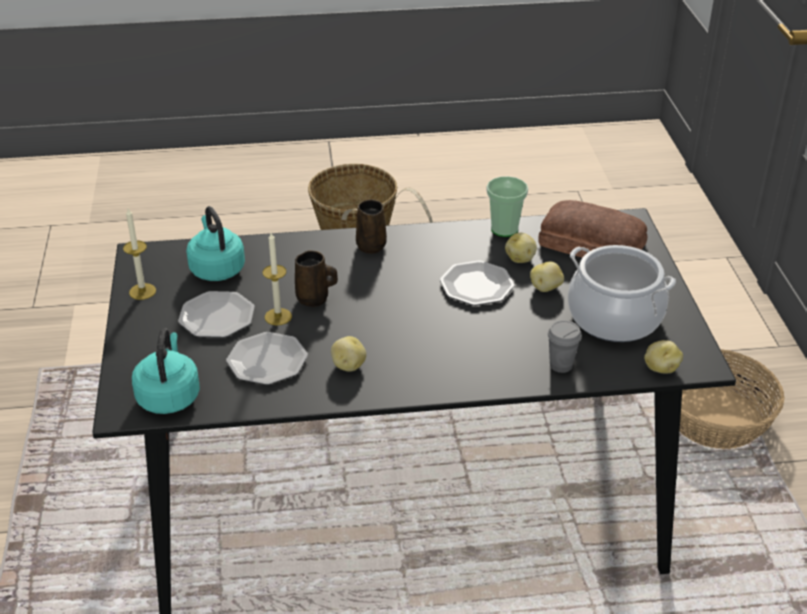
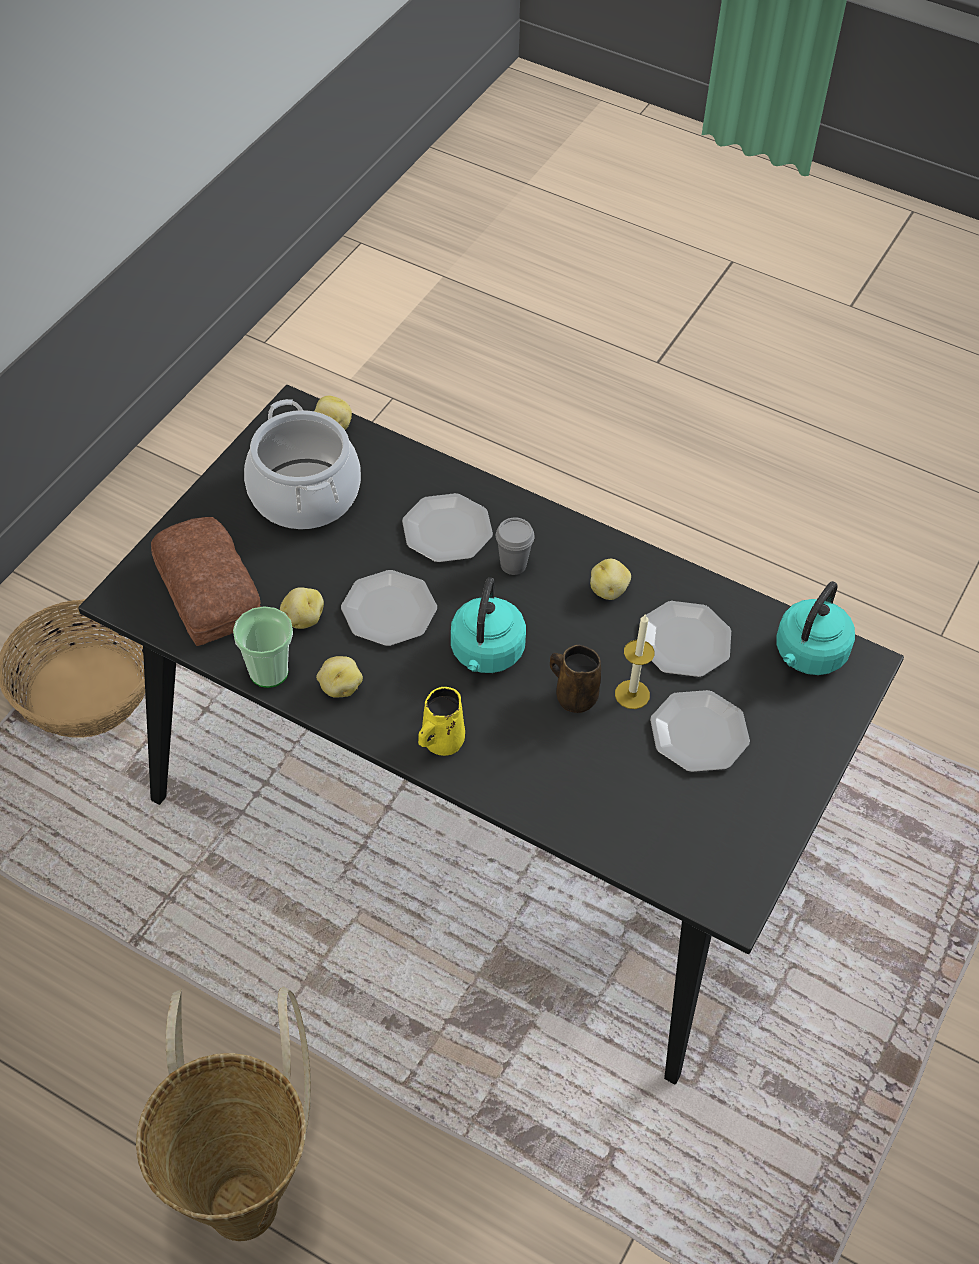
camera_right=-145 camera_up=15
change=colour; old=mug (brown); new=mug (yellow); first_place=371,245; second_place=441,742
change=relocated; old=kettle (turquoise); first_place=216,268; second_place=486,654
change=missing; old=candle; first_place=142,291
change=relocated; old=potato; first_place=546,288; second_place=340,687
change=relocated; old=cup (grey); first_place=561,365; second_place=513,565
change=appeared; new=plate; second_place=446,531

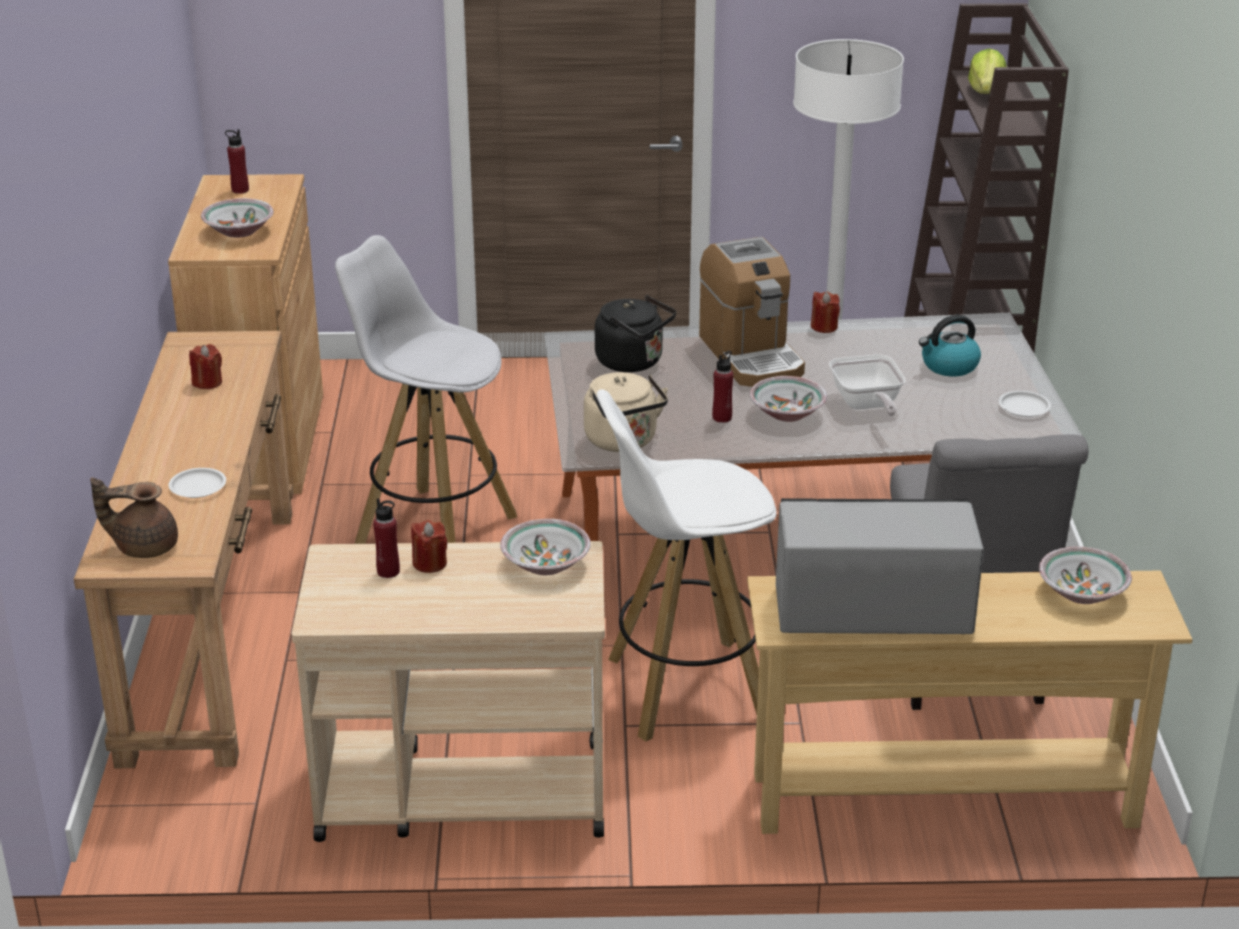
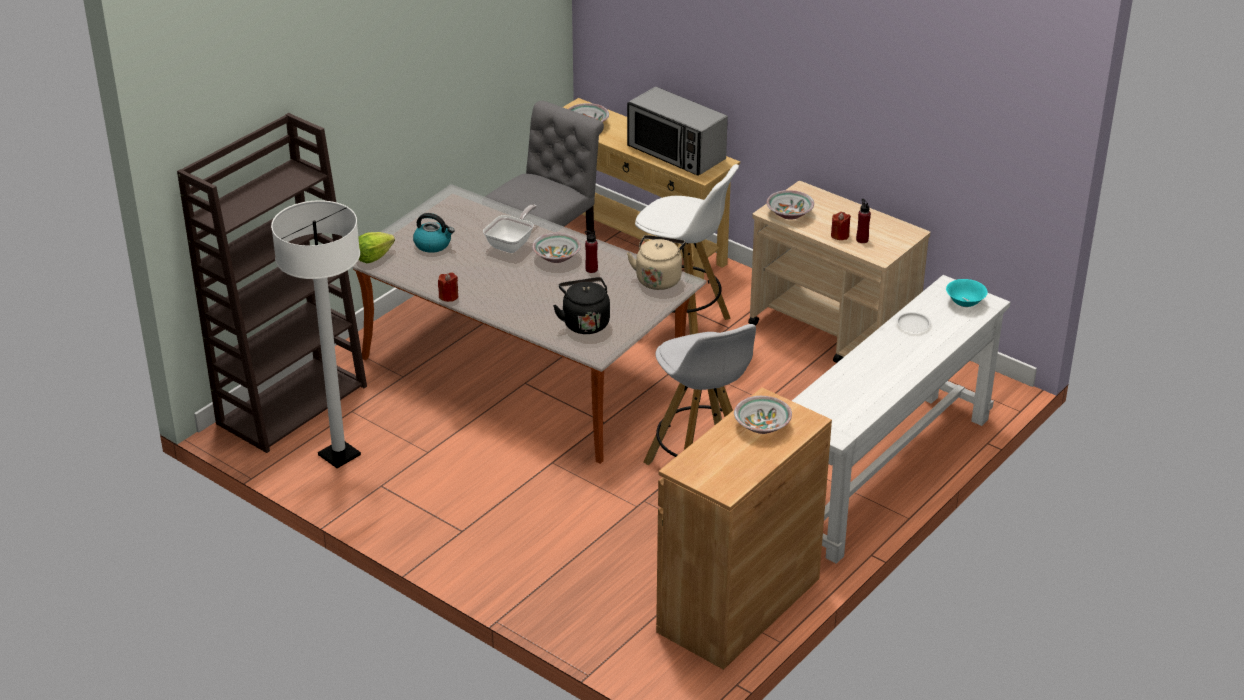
camera_right=-140 camera_up=5
change=relocated; old=lettuce; first_place=985,92; second_place=373,257
change=missing; old=bottle (red); first_place=240,190
change=missing; old=coffee machine; first_place=751,355
change=colour; old=console table (brown); new=console table (white); first_place=212,629; second_place=884,473
change=missing; old=candle (red); first_place=207,382
change=missing; old=plate (white); first_place=1024,407
change=exchanged; old=teapot (brown); new=bowl (turquoise); first_place=144,546; second_place=965,303

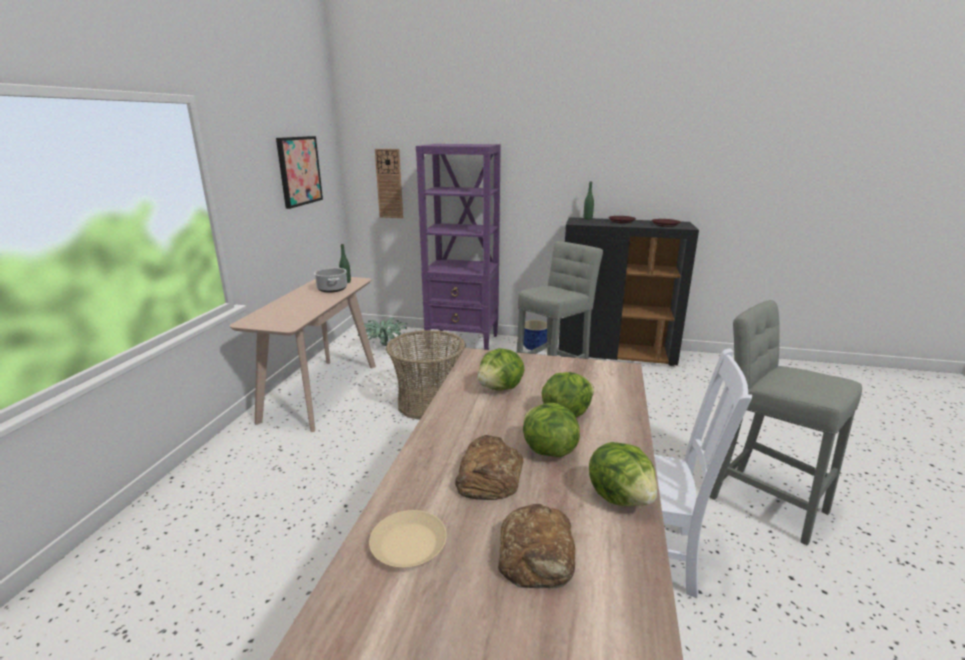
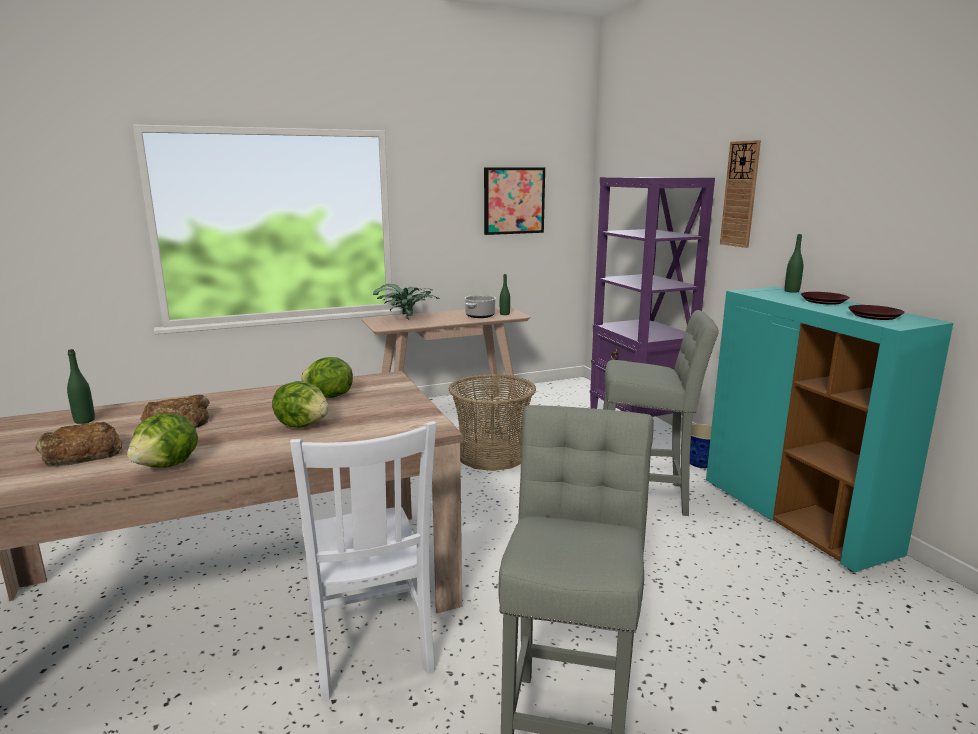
camera_right=55 camera_up=-5
change=relocated; old=wall clock; first_place=389,184; second_place=740,194
change=colour; old=cabinet (black); new=cabinet (turquoise); first_place=616,354; second_place=796,518
change=relocated; old=potted plant; first_place=383,346; second_place=407,319
change=missing; old=lettuce; first_place=547,450
change=exchanged; old=plate (beige); new=bottle (green); first_place=408,545; second_place=84,420

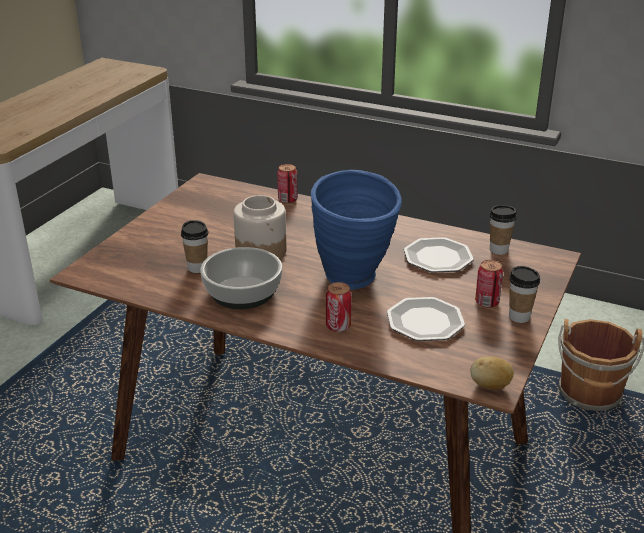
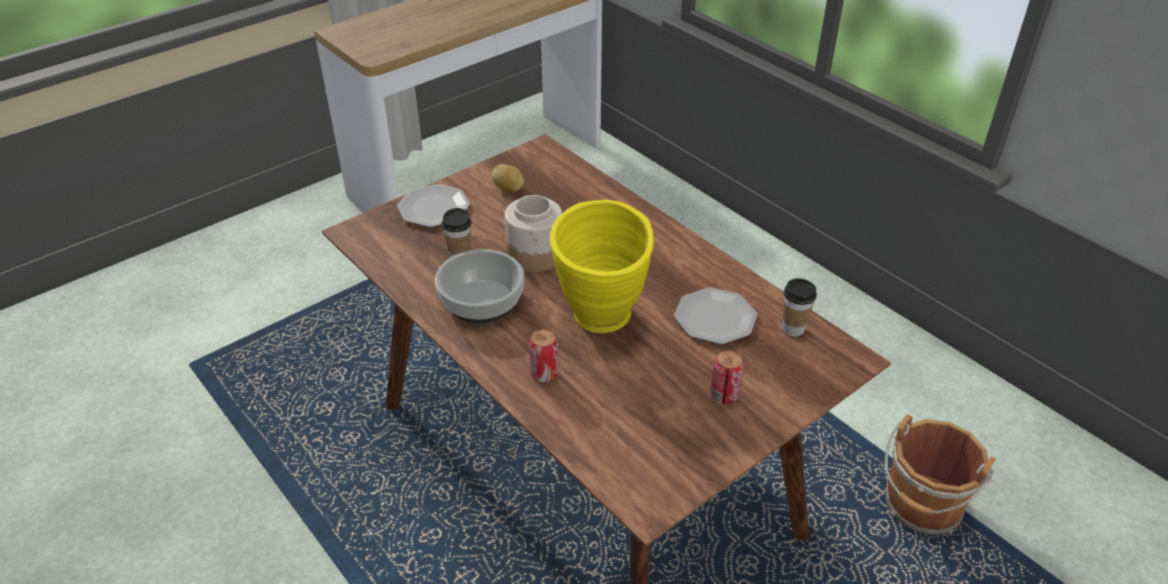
camera_right=25 camera_up=10
change=missing; old=can; first_place=287,200
change=colour; old=vase (blue); new=vase (yellow); first_place=355,282; second_place=601,324
change=missing; old=cup; first_place=519,317
change=relocated; old=plate; first_place=425,321; second_place=434,208
change=relocated; old=potato; first_place=490,386; second_place=509,189

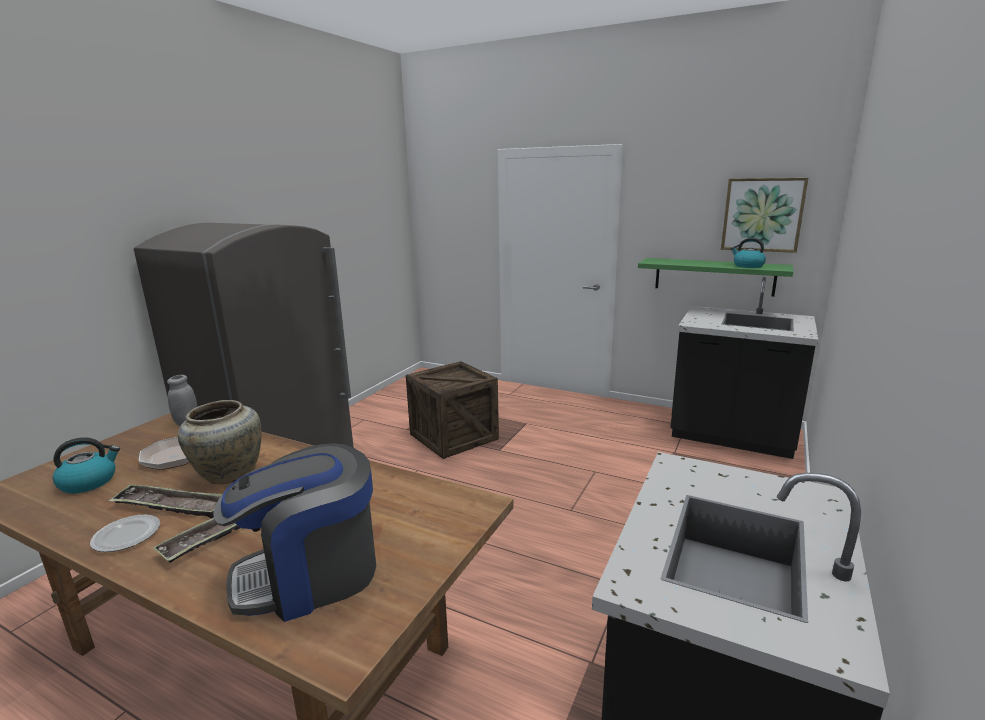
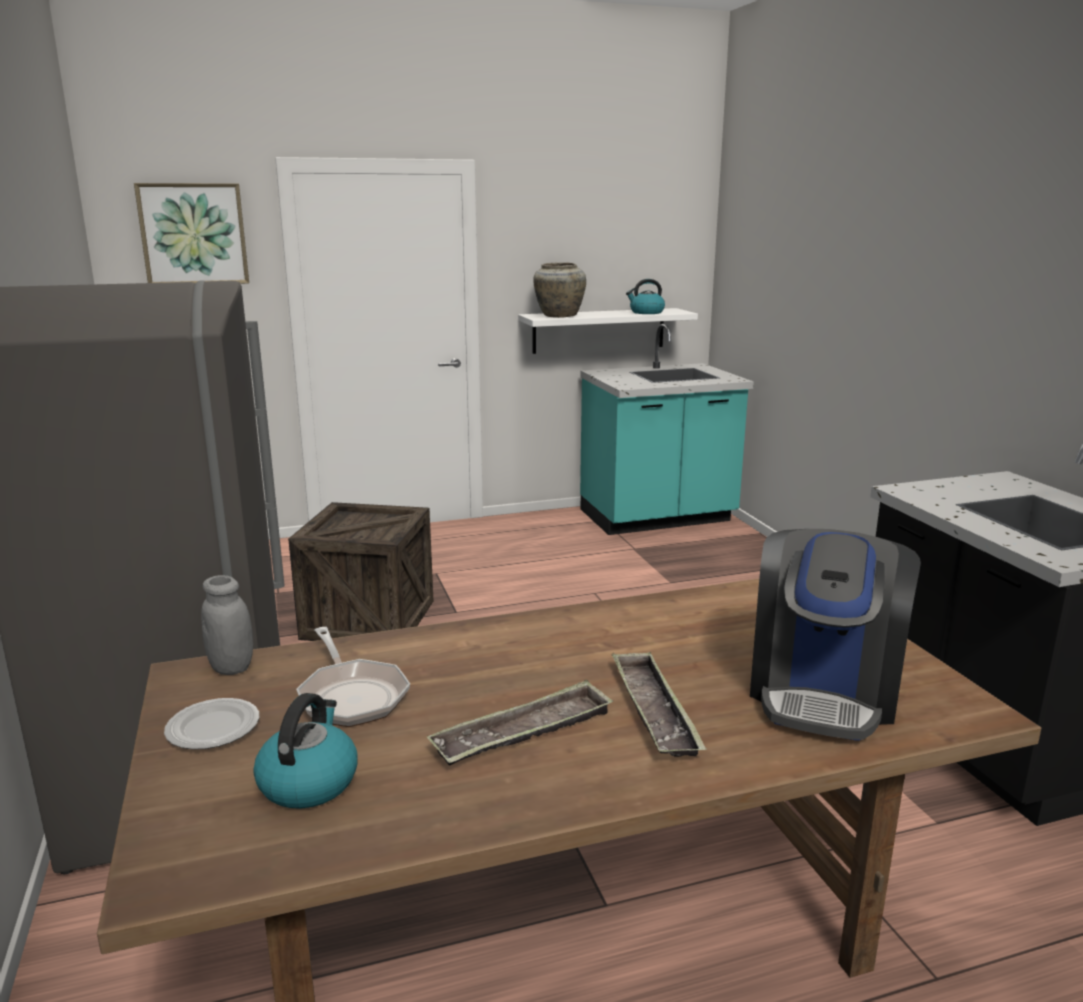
camera_right=-45 camera_up=0
change=relocated; old=picture; first_place=762,214; second_place=193,234
change=colour; old=shelf (green); new=shelf (white); first_place=714,276; second_place=599,330
change=colour; old=counter (black); new=counter (turquoise); first_place=732,436; second_place=657,518
change=relocated; old=vase (beige); first_place=228,473; second_place=558,316
change=relocated; old=plate; first_place=127,536; second_place=213,727

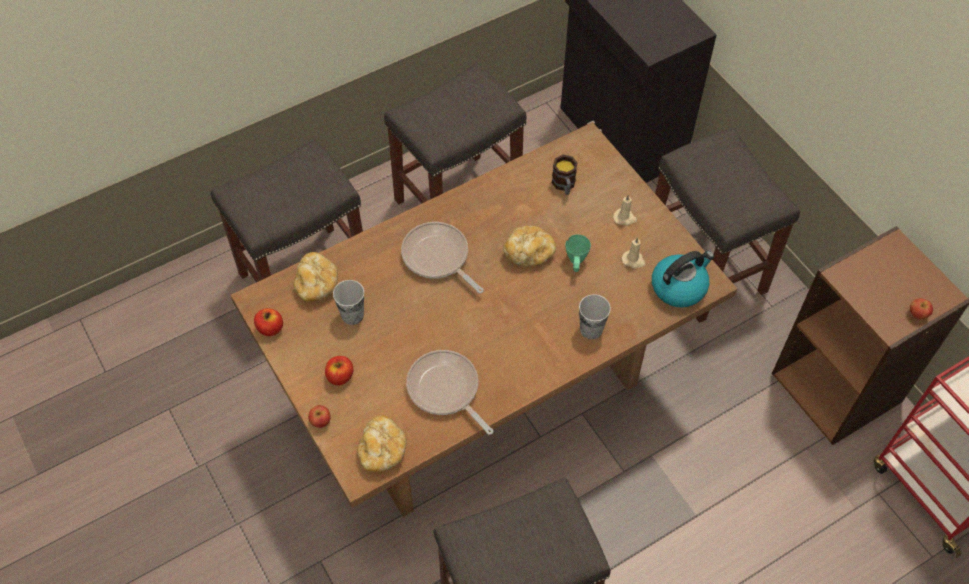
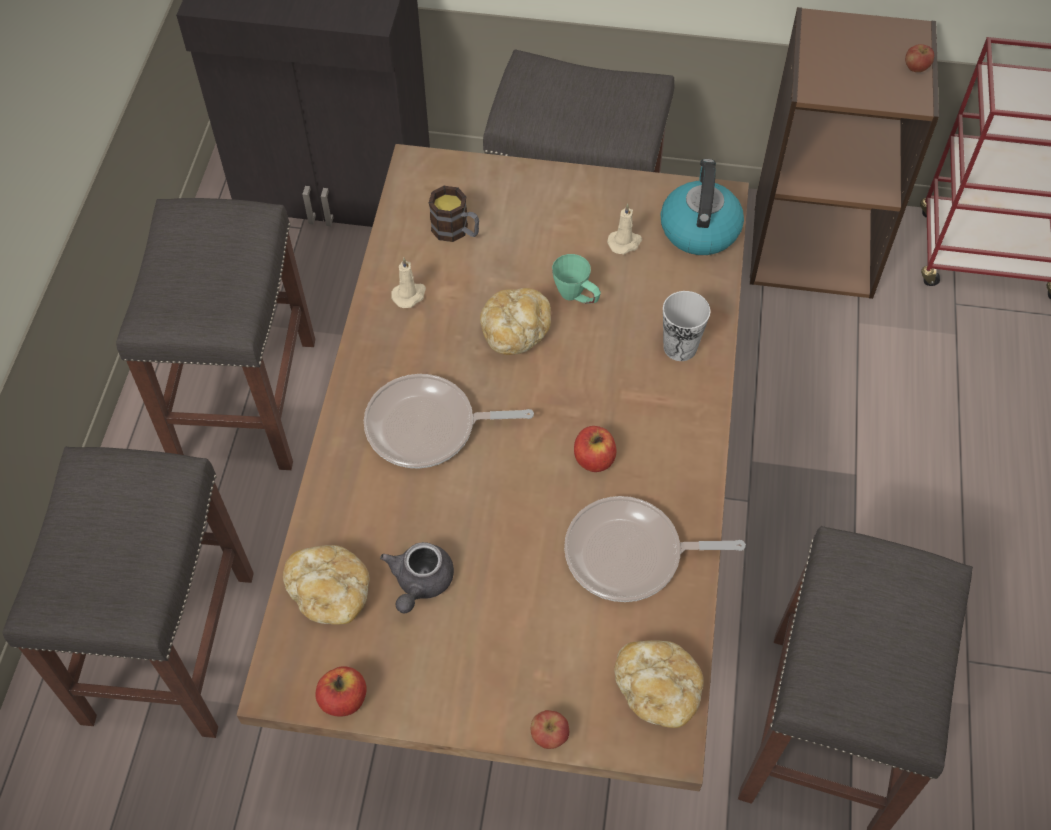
camera_right=-50 camera_up=0
change=relocated; old=candle (beige); first_place=625,218; second_place=409,295
change=exchanged; old=cup; new=teapot (grey); first_place=352,315; second_place=419,583
change=relocated; old=apple; first_place=340,376; second_place=593,459

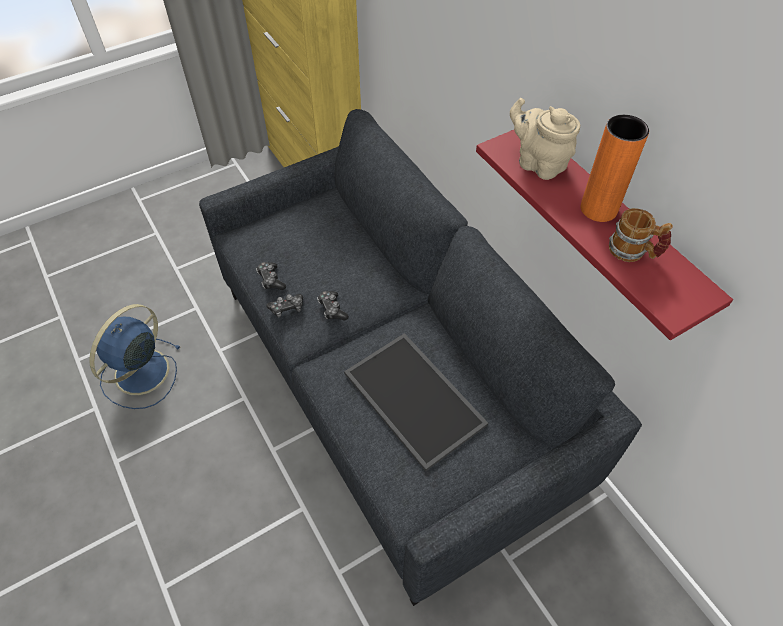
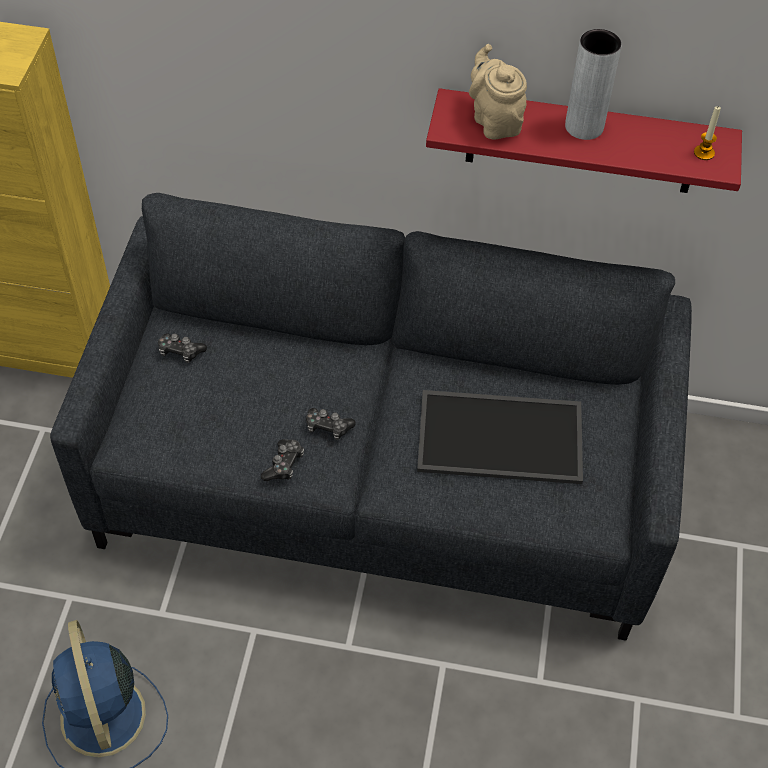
camera_right=-50 camera_up=0
change=spun; old=teapot (beige); first_place=538,163; second_place=494,121; degrees=75
change=colour; old=vase (orange); new=vase (grey); first_place=598,209; second_place=584,127
change=missing; old=mug; first_place=633,252
change=relocated; old=game controller; first_place=271,280; second_place=180,352
change=appeared; new=candle; second_place=704,153

